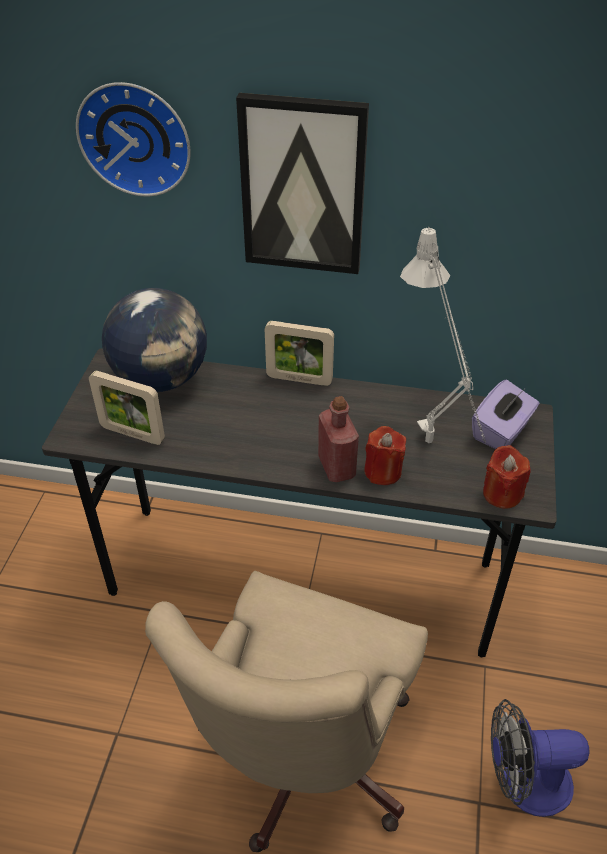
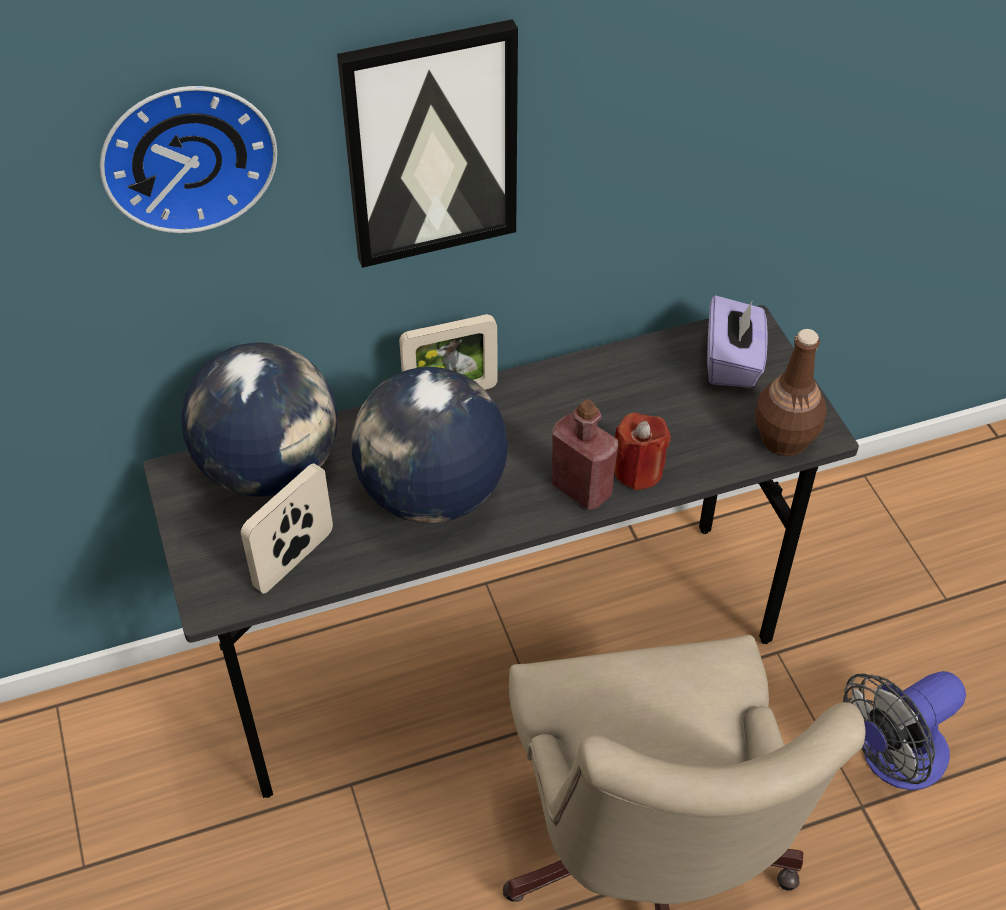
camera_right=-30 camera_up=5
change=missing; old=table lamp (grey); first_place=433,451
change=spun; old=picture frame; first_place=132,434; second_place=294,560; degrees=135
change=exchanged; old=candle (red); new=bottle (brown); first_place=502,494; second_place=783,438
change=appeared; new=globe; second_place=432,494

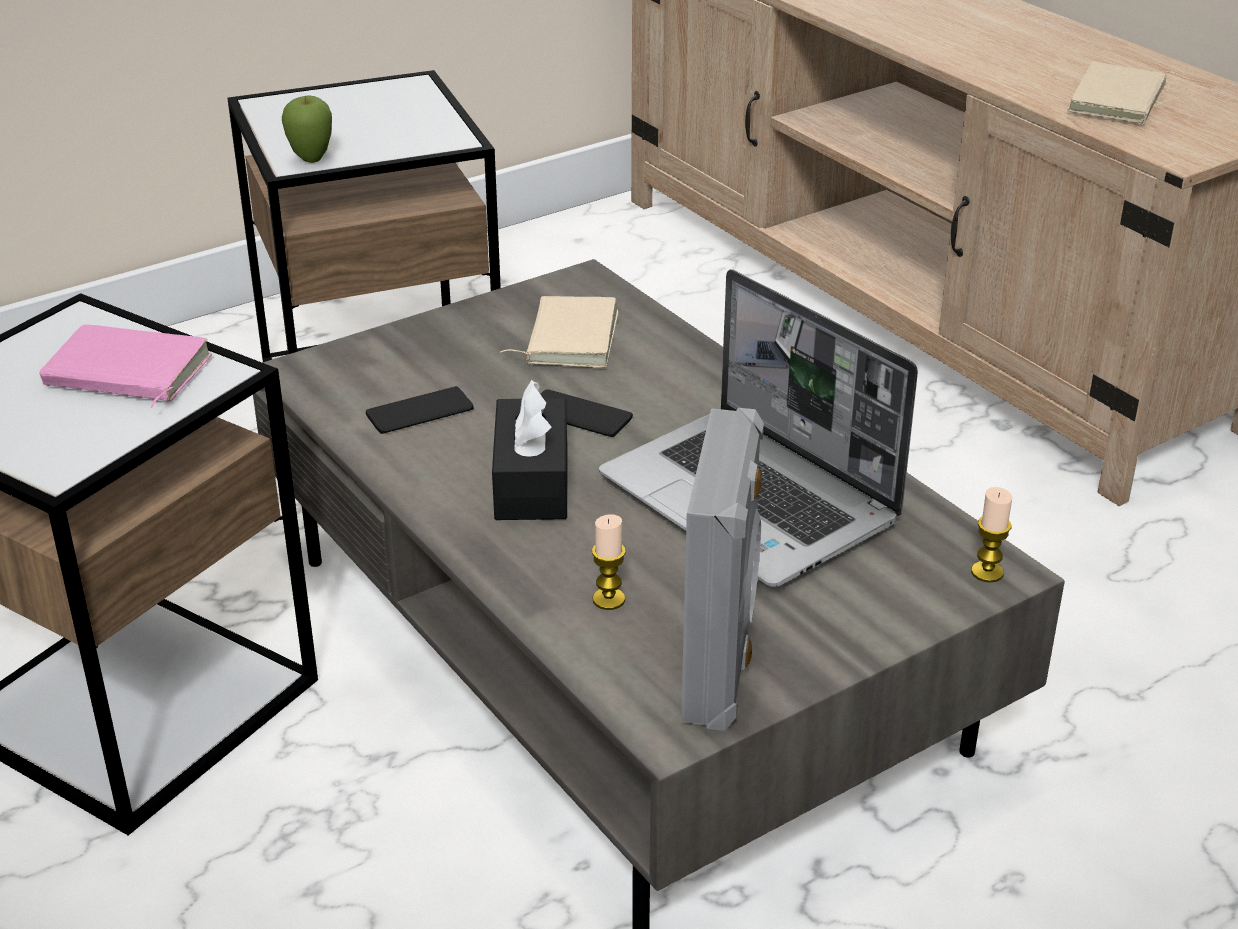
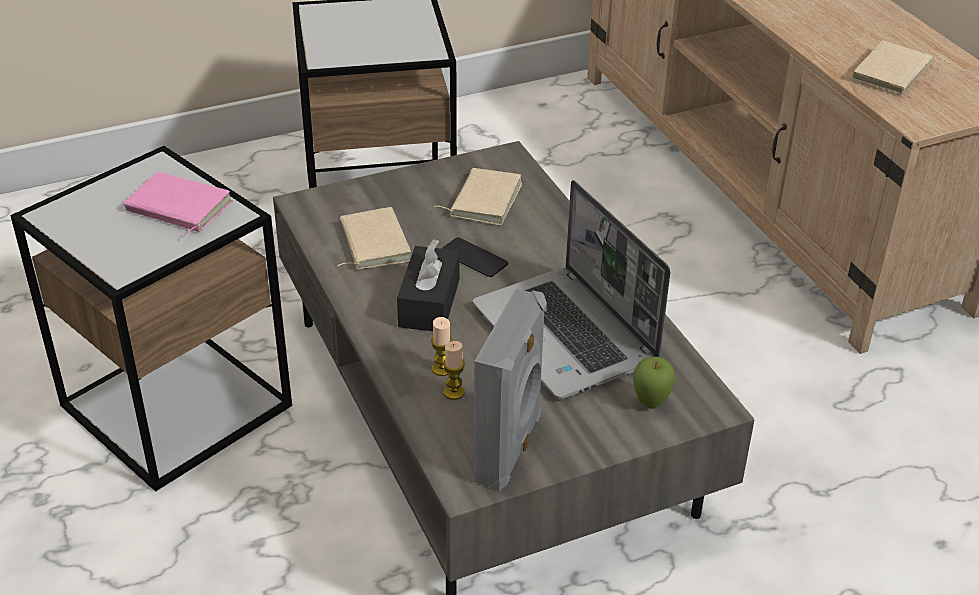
camera_right=10 camera_up=5
change=relocated; old=apple; first_place=311,160; second_place=650,404
change=exchanged; old=phone; new=book (beige); first_place=419,411; second_place=372,243
change=relocated; old=candle; first_place=987,572; second_place=442,369

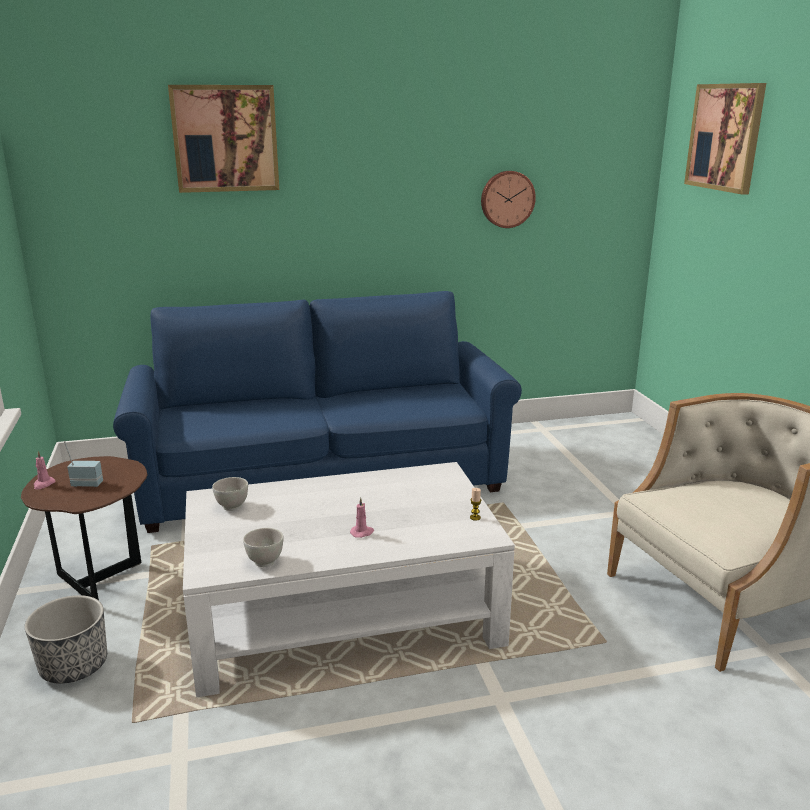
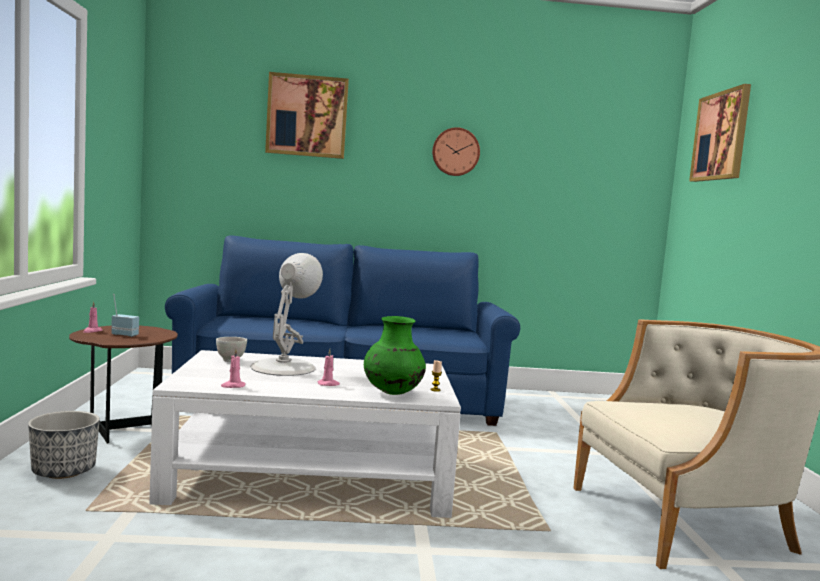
camera_right=10 camera_up=-15
change=relocated; old=wall clock; first_place=507,199; second_place=455,152
change=exchanged; old=bowl (white); new=candle (pink); first_place=265,561; second_place=233,386
change=appeared; new=table lamp (white); second_place=283,367
change=appeared; new=vase (green); second_place=392,393

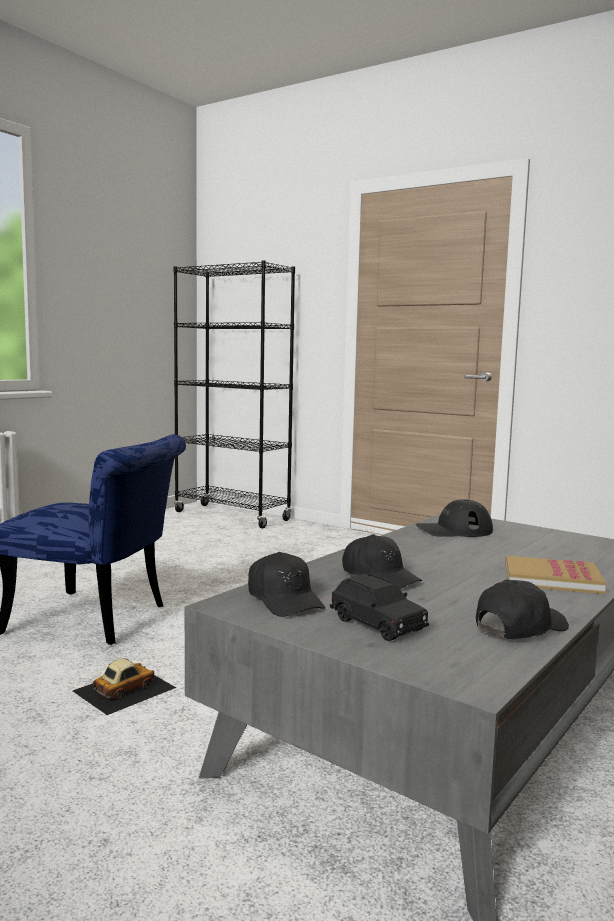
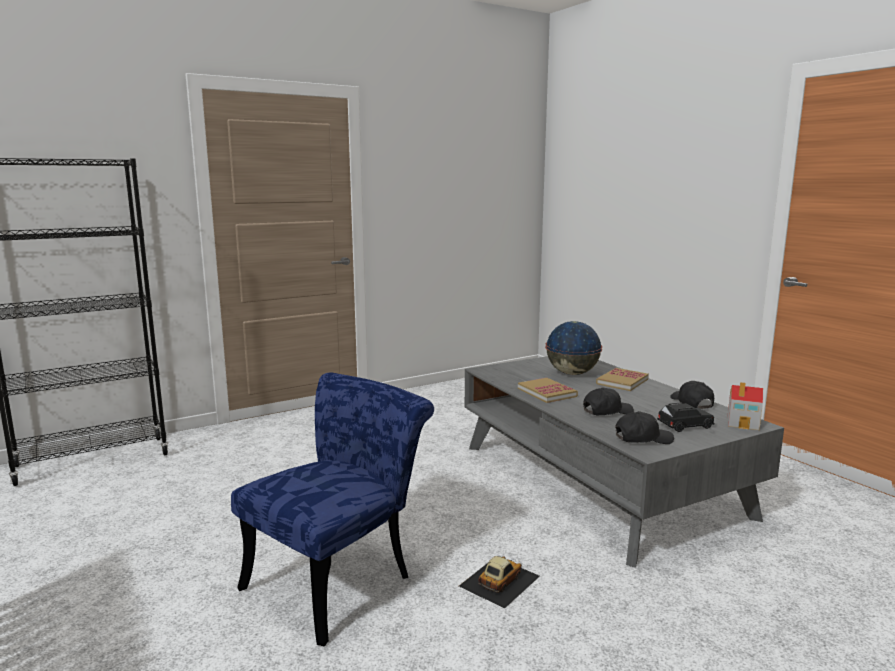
camera_right=-65 camera_up=5
change=missing; old=cap (black); first_place=453,530
change=spun; old=toy car; first_place=123,689; second_place=499,581; degrees=60
change=appeared; new=globe; second_place=572,373
change=appeared; new=book; second_place=547,392
change=appeared; new=toy house; second_place=743,423

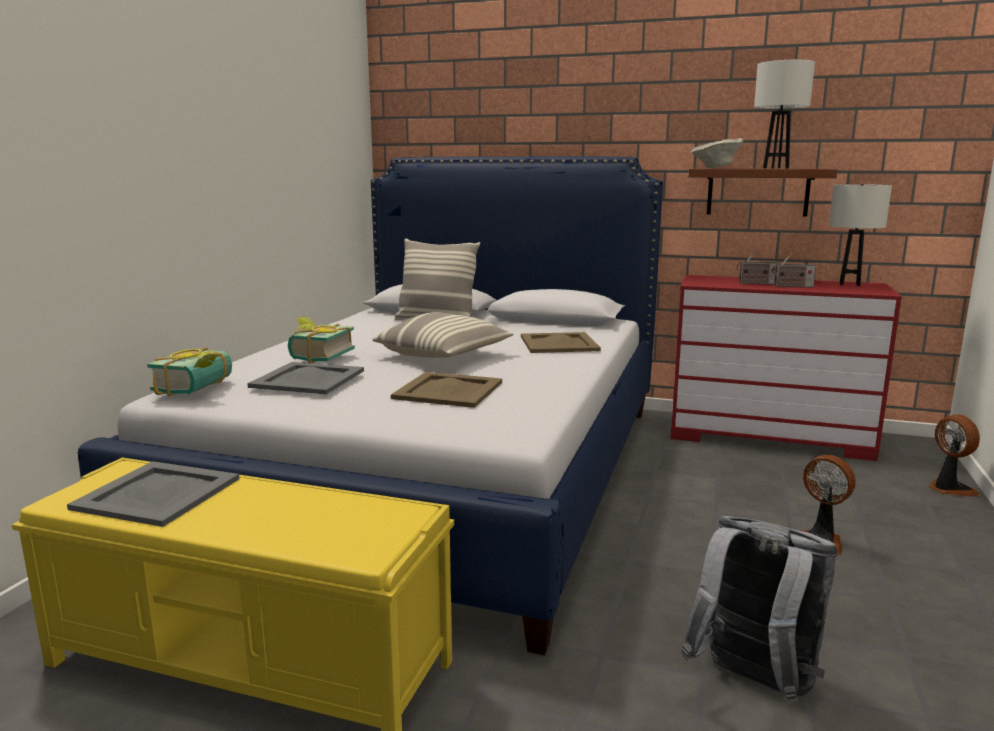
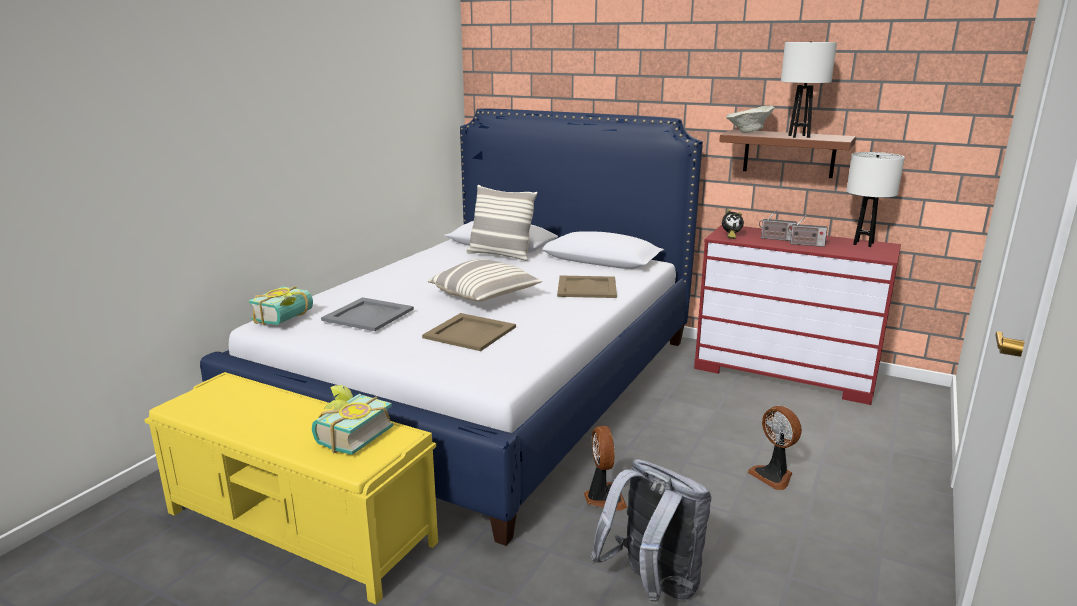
camera_right=10 camera_up=5
change=relocated; old=book; first_place=317,356; second_place=349,436
change=relocated; old=fan; first_place=949,489; second_place=603,498
change=missing; old=tray (grey); first_place=157,494
change=appeared; new=alarm clock; second_place=730,236

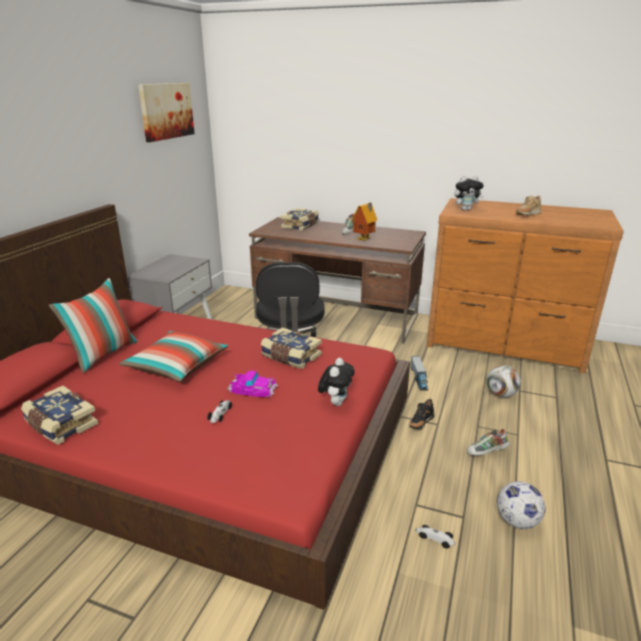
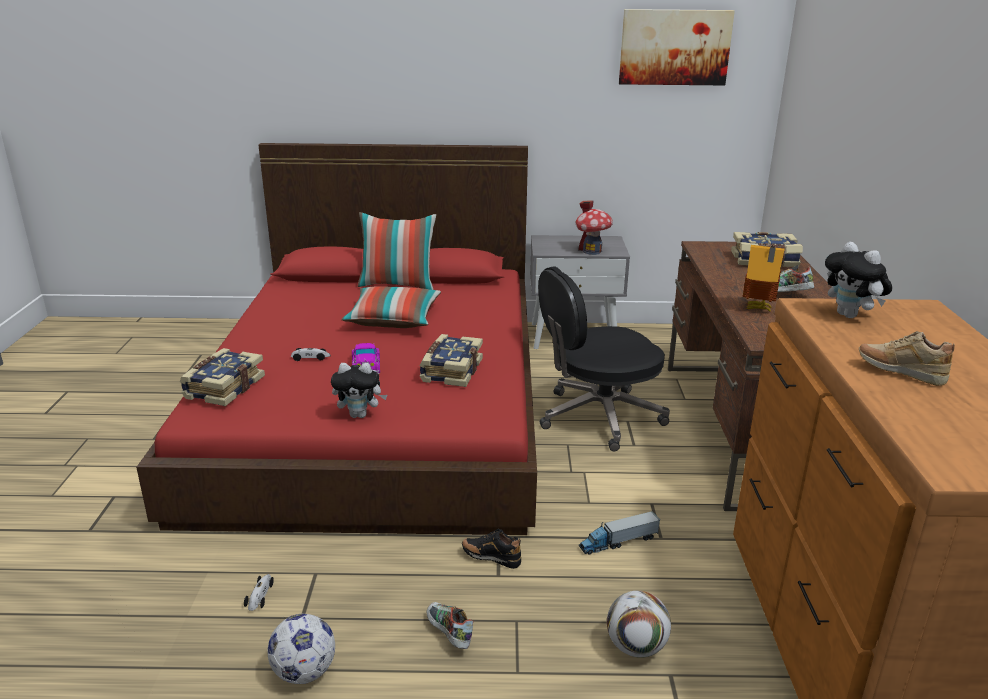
camera_right=70 camera_up=0
change=relocated; old=book; first_place=60,425; second_place=223,388
change=appeared; new=toy house; second_place=592,251

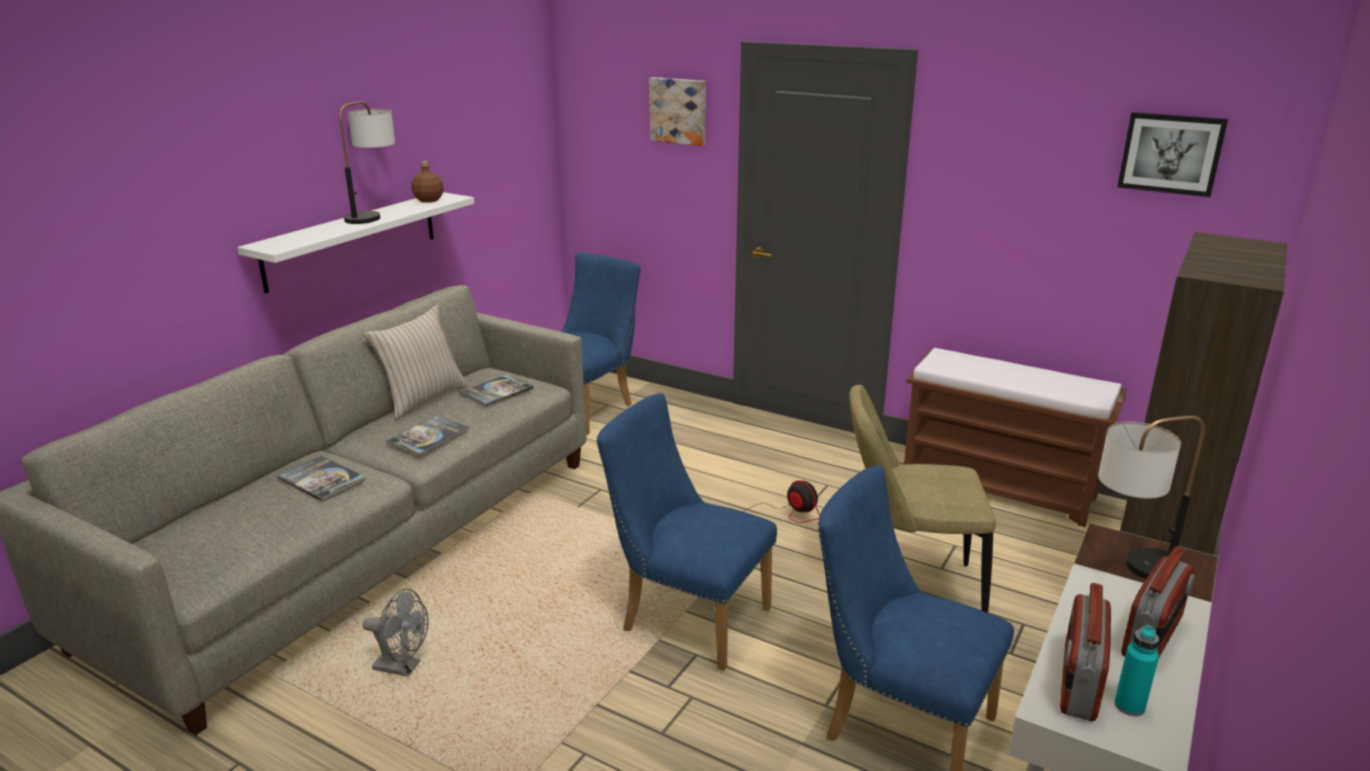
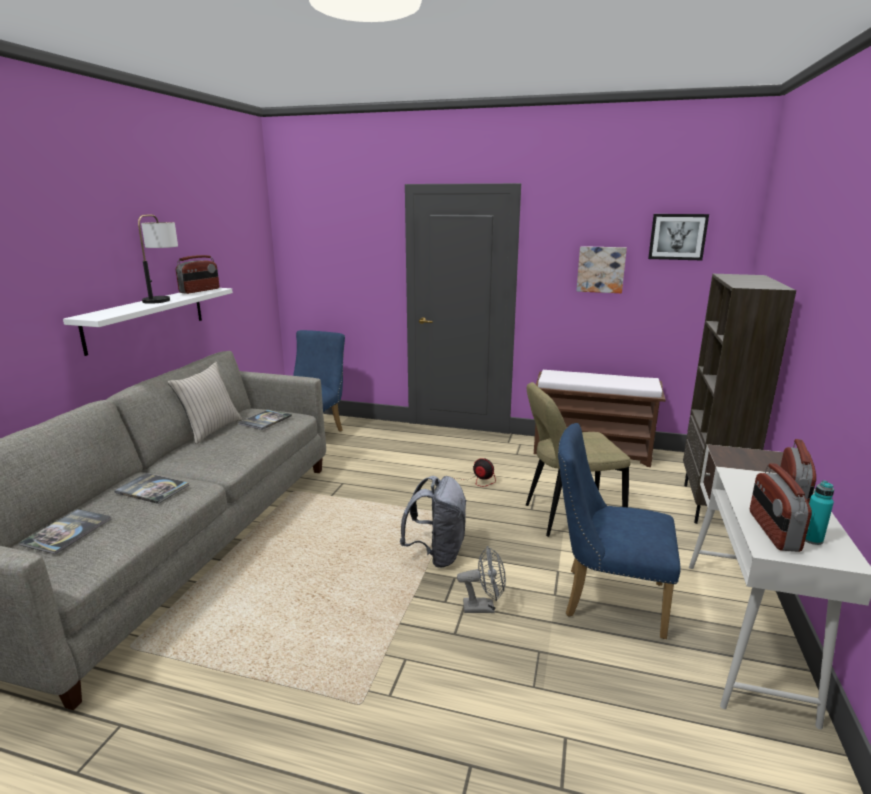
camera_right=-15 camera_up=-5
change=relocated; old=picture; first_place=679,111; second_place=601,269
change=exchanged; old=bottle (brown); new=radio; first_place=429,200; second_place=200,290
change=exchanged; old=chair (blue); new=backpack (grey); first_place=686,617; second_place=437,554
change=relocated; old=book; first_place=428,437; second_place=67,532
change=missing; old=table lamp; first_place=1130,570
change=relocated; old=fan (grey); first_place=403,667; second_place=484,607

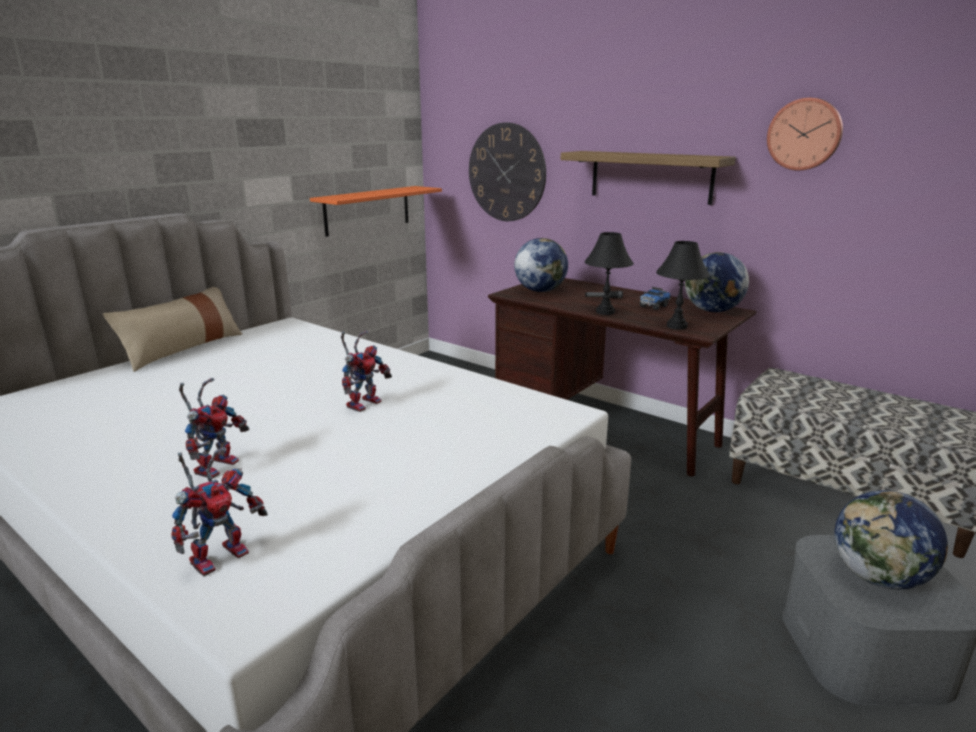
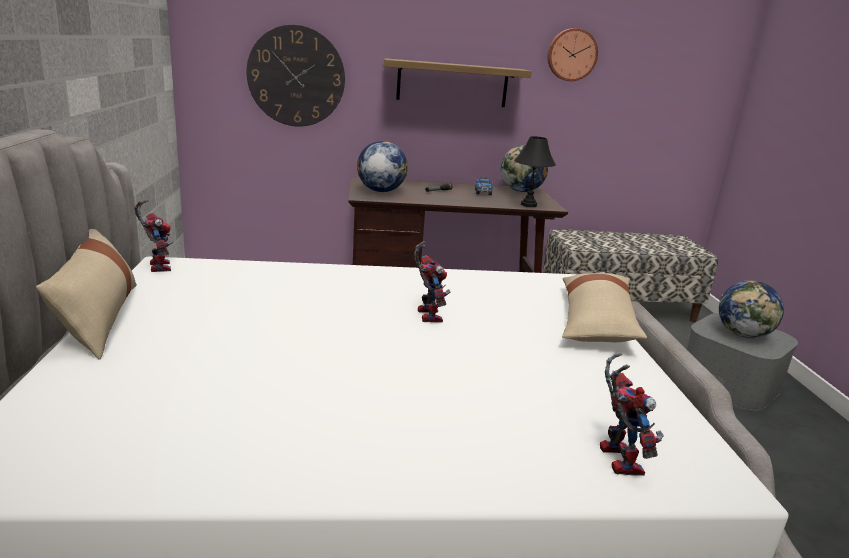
camera_right=-45 camera_up=0
change=missing; old=shelf (orange); first_place=367,210
change=missing; old=table lamp (black); first_place=605,312
change=relocated; old=toy robot; first_place=217,465; second_place=157,266
change=appeared; new=pillow (beige); second_place=596,321

